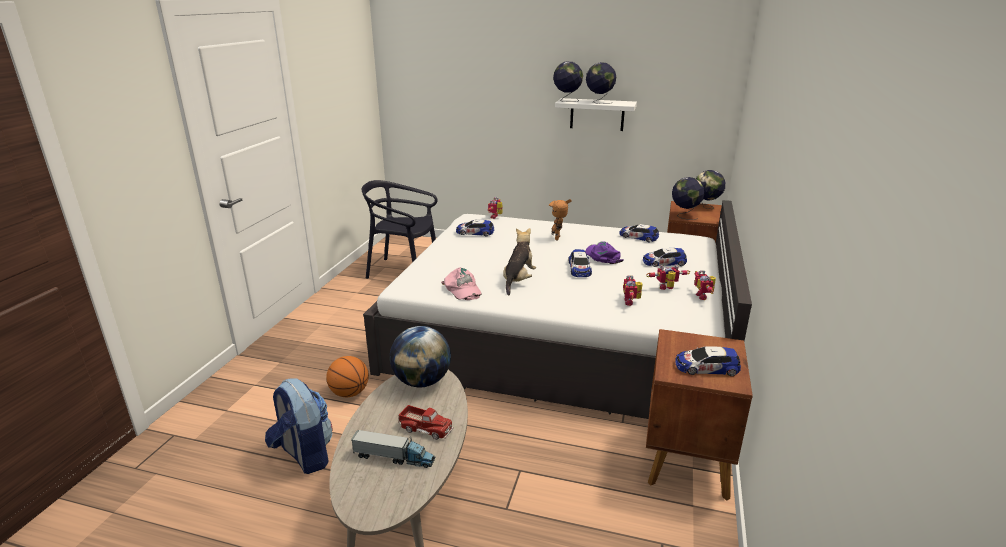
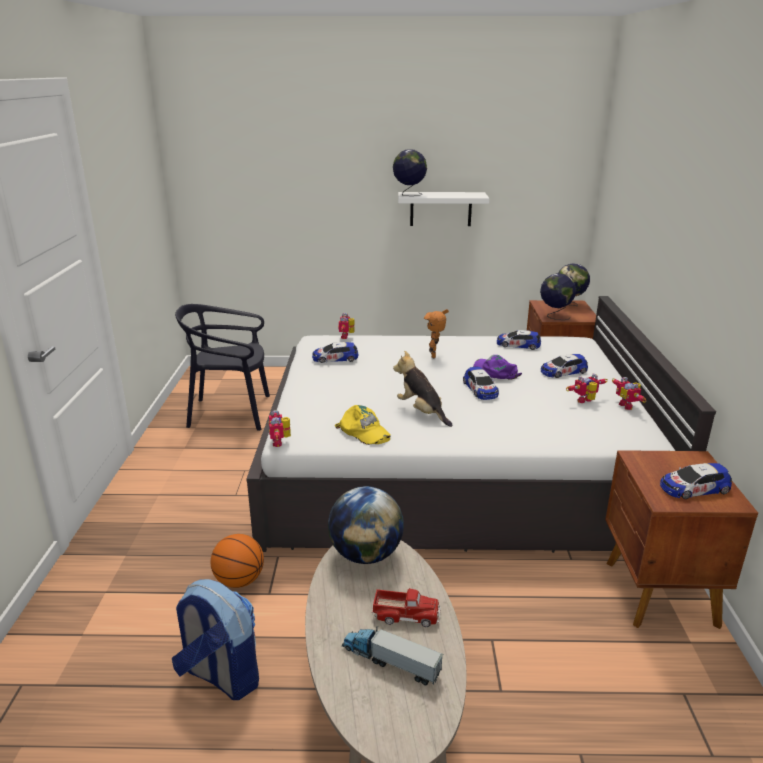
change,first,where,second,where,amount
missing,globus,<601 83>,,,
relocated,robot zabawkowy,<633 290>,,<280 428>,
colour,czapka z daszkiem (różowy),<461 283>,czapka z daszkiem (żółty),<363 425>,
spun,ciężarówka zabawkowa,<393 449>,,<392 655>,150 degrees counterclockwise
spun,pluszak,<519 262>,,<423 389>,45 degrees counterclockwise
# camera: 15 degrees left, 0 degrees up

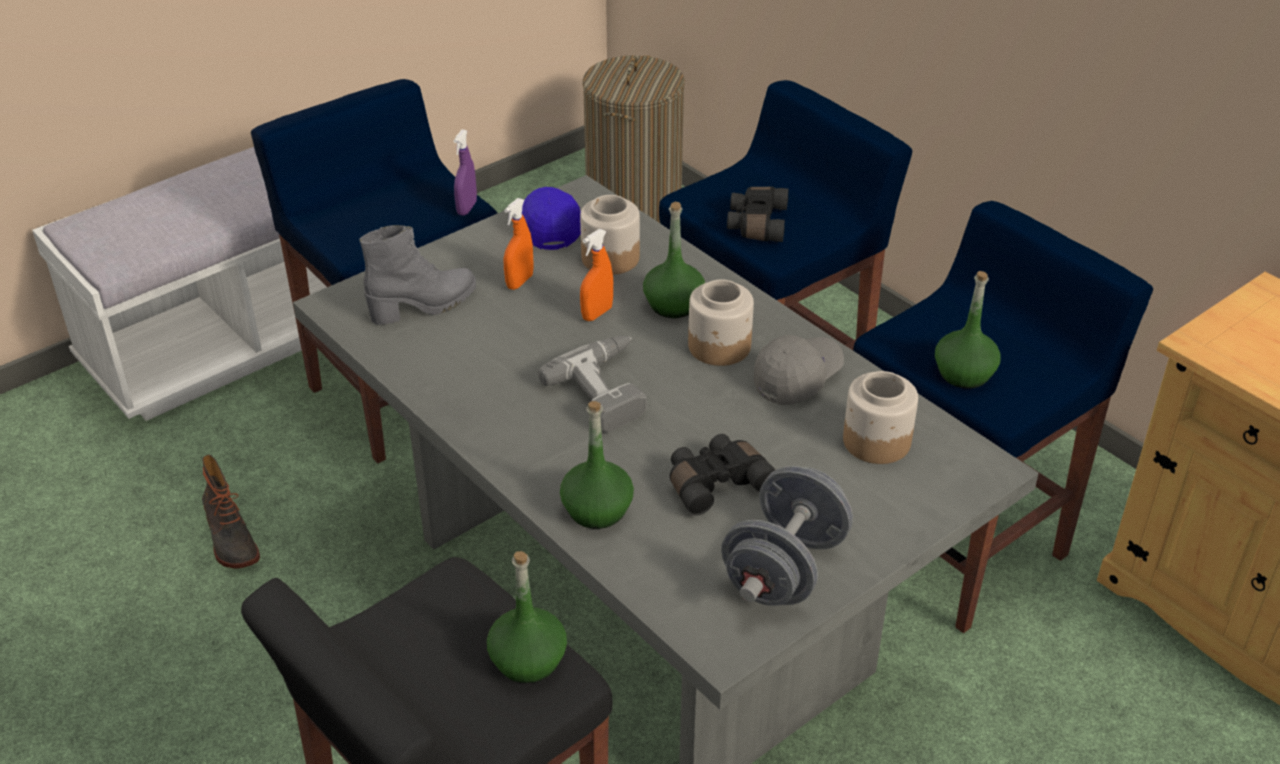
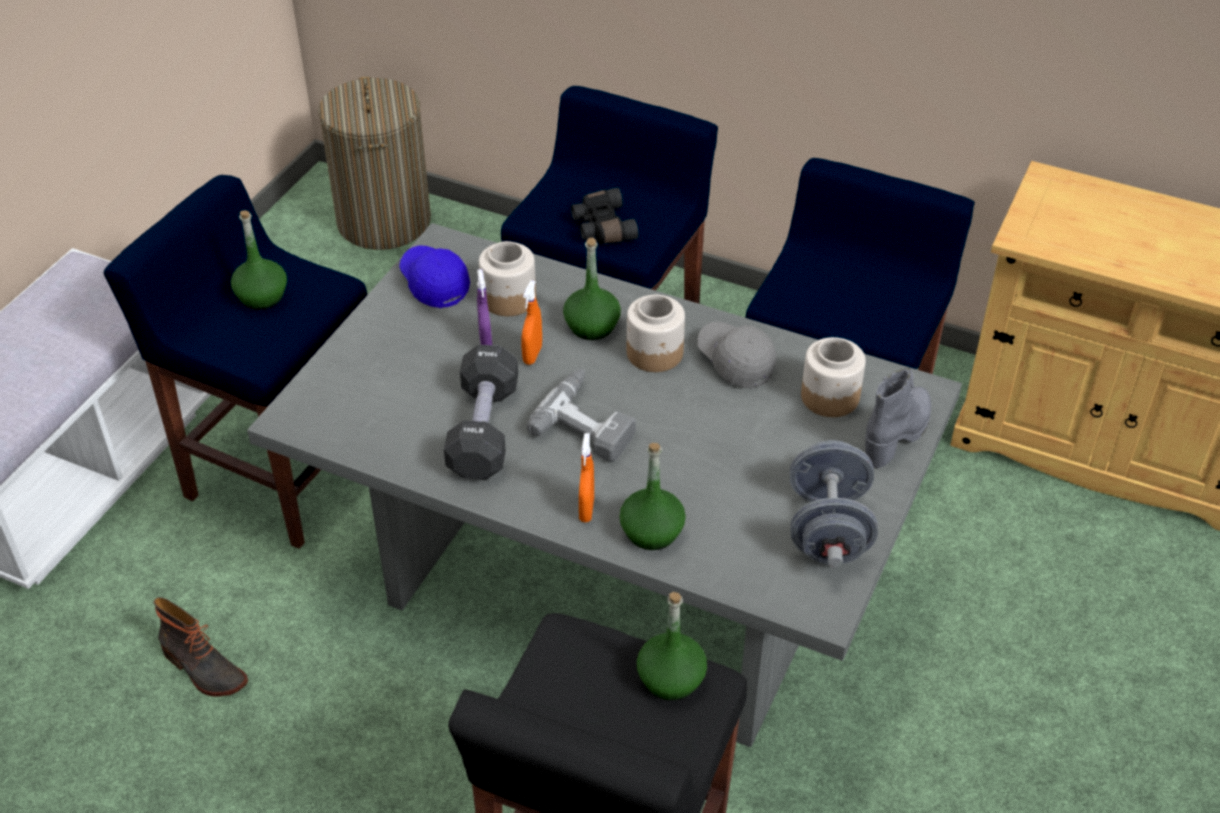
change,first,where,second,where,amount
missing,lornetka (czarny),<722 475>,,,
appeared,,,hantel (czarny),<481 412>,
relocated,but z cholewką (szary),<417 275>,,<898 418>,
relocated,spryskiwacz (fioletowy),<465 172>,,<484 307>,
relocated,spryskiwacz (pomarańczowy),<518 244>,,<586 477>,
relocated,butelka (zielony),<968 330>,,<259 259>,
spun,czapka z daszkiem (szary),<798 370>,,<736 355>,60 degrees counterclockwise
# camera: 25 degrees left, 5 degrees up

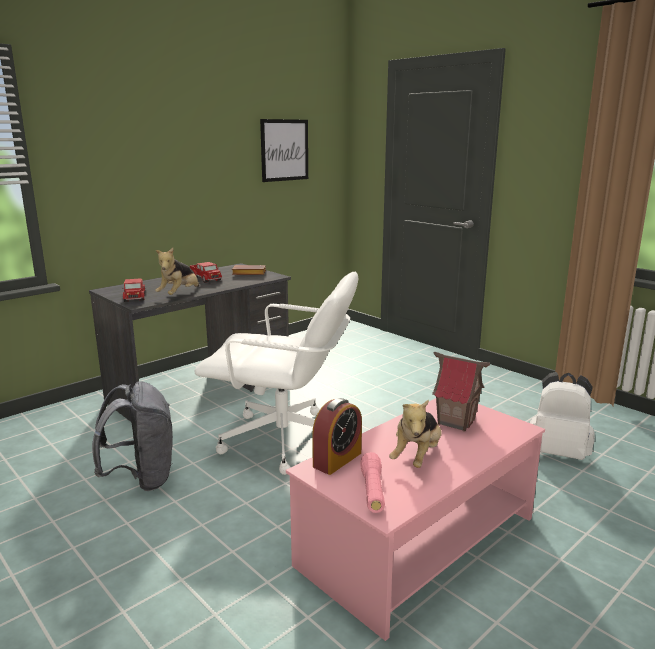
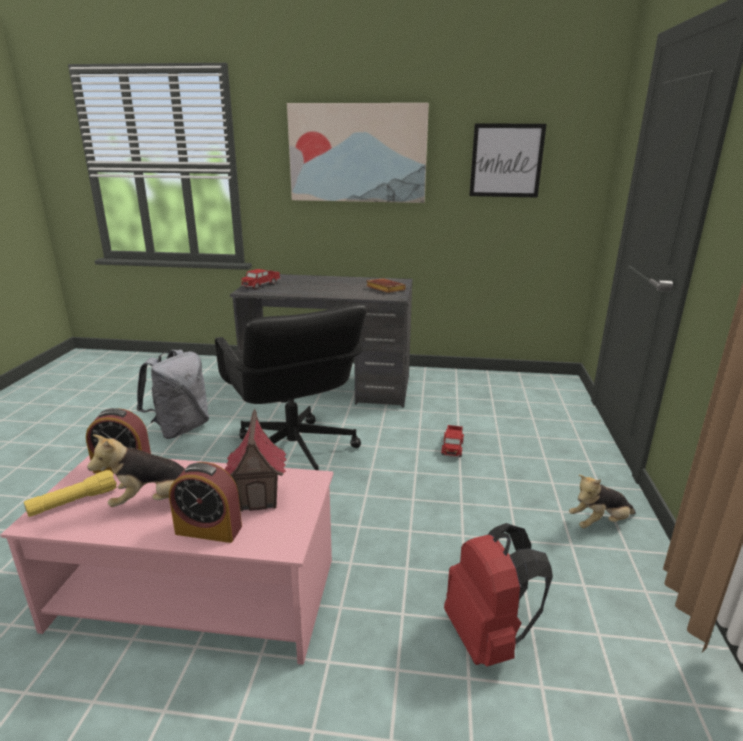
change,first,where,second,where,amount
appeared,,,budzik,<205 502>,
appeared,,,obraz,<358 153>,
relocated,pluszak,<177 271>,,<602 501>,
relocated,ciężarówka zabawkowa,<206 272>,,<452 441>,
colour,krzesło biurowe (biały),<276 373>,krzesło biurowe (czarny),<291 387>,
colour,latarka (różowy),<372 482>,latarka (żółty),<70 493>,
colour,plecak (biały),<562 416>,plecak (czerwony),<498 594>,
# camera: 50 degrees right, 5 degrees up

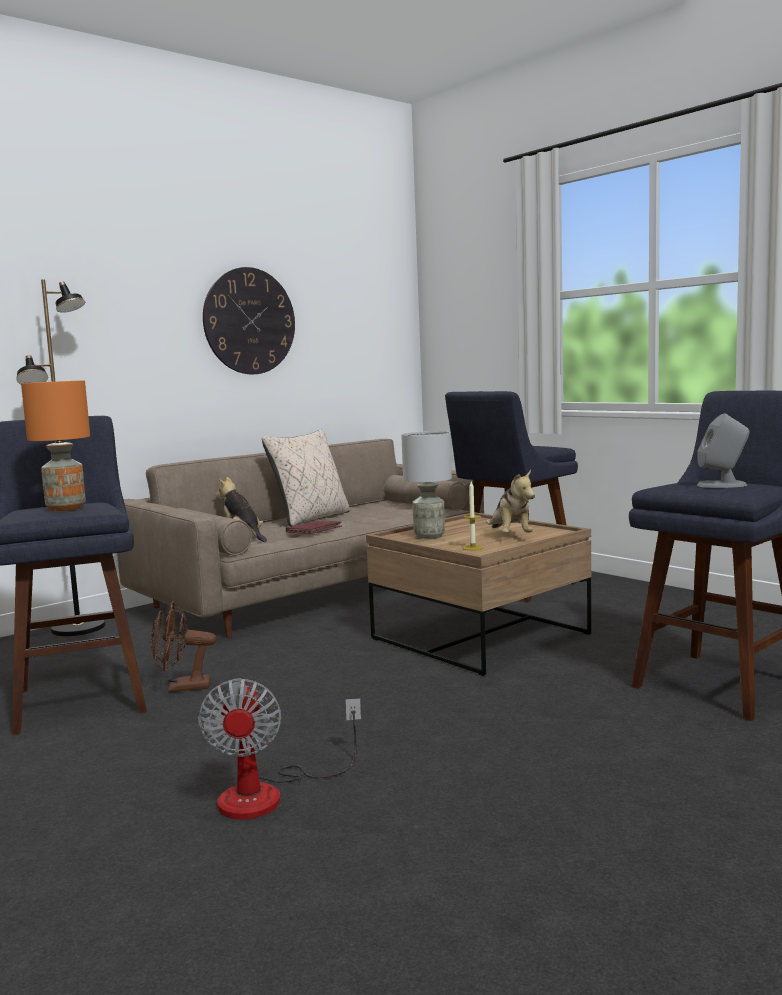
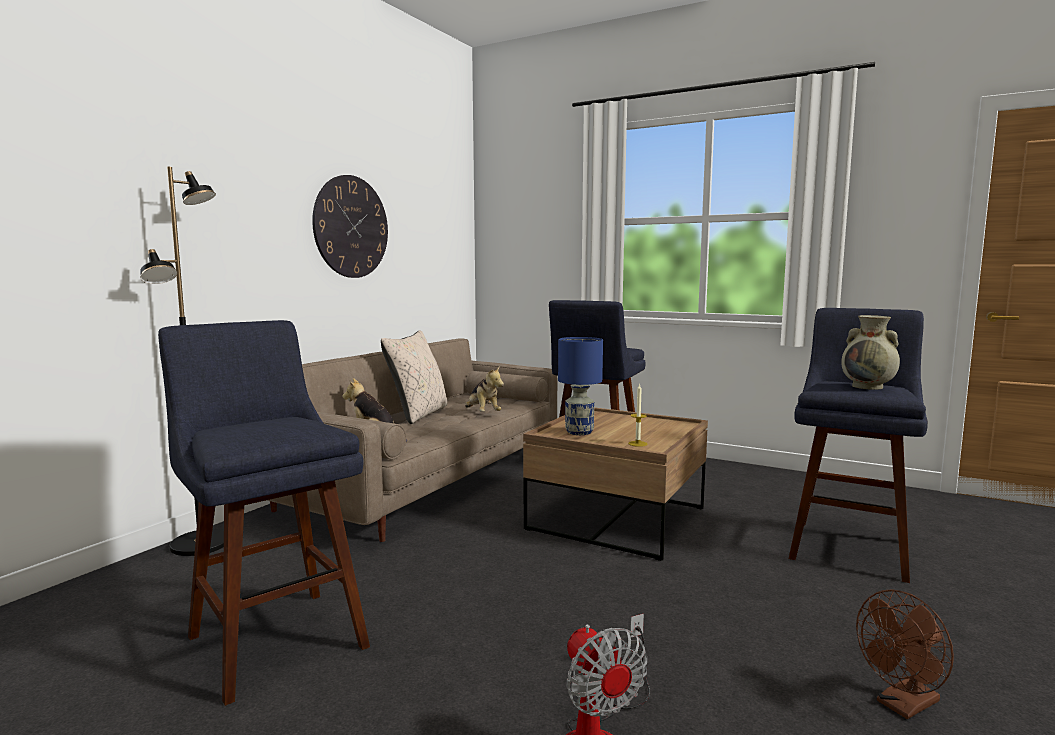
change,first,where,second,where,amount
missing,lampa stołowa (pomarańczowy),<55 445>,,,
missing,książka (czerwony),<314 527>,,,
relocated,wentylator (brązowy),<183 646>,,<905 654>,
relocated,pluszak,<510 501>,,<484 389>,
exchanged,głośnik (szary),<723 451>,wazon (beżowy),<870 352>,
colour,lampa stołowa (szary),<426 485>,lampa stołowa (niebieski),<580 386>,
# camera: 20 degrees left, 0 degrees up

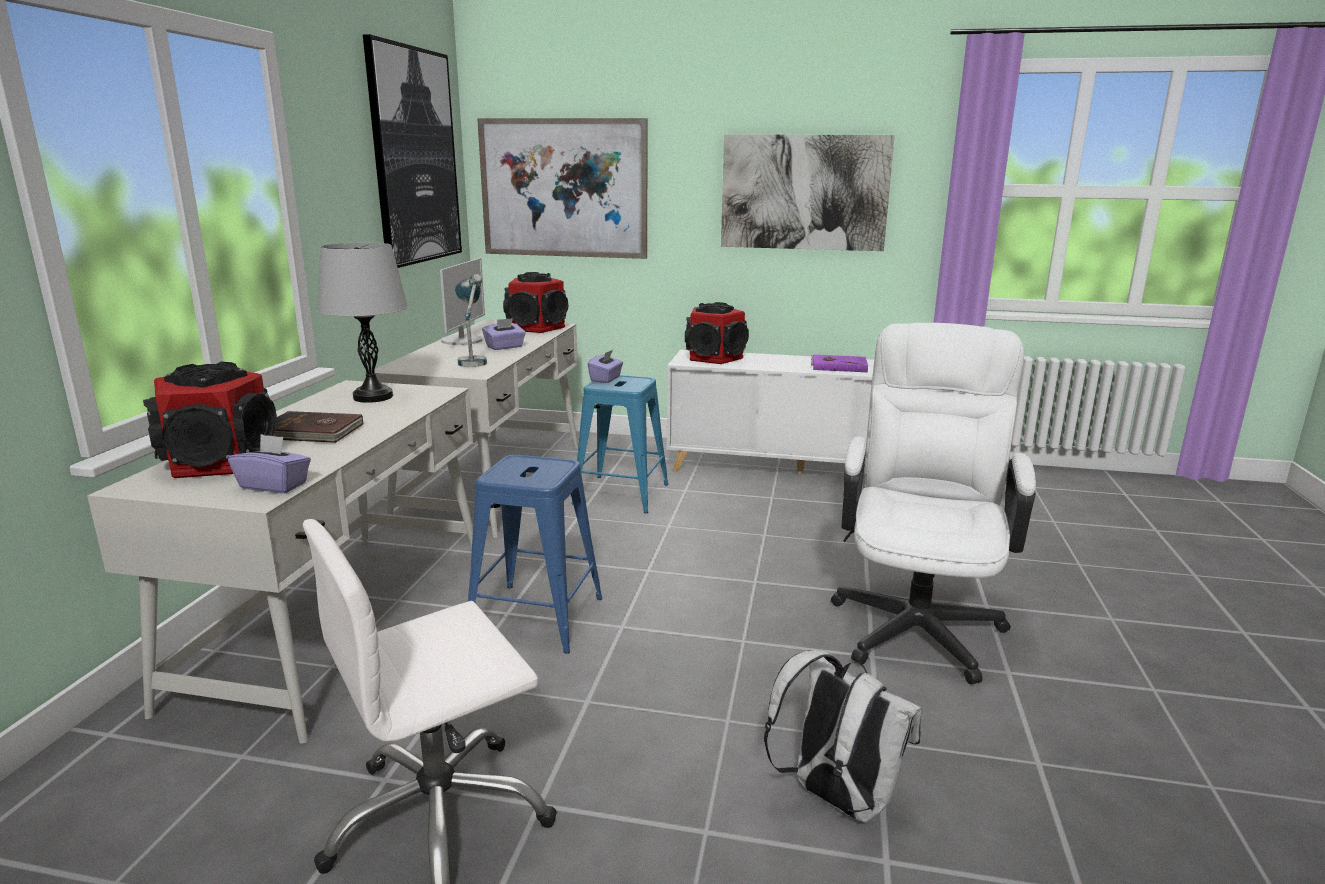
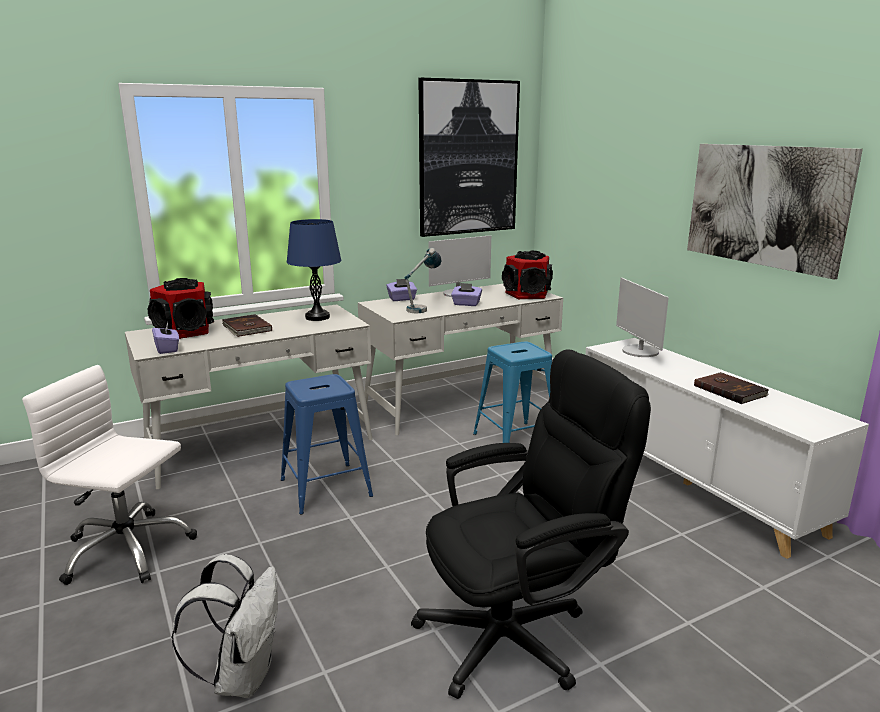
change,first,where,second,where,amount
missing,obraz,<562 188>,,,
relocated,pudełko chusteczek (fioletowy),<605 366>,,<401 290>,
exchanged,głośnik,<717 333>,monitor,<642 317>,
colour,lampa stołowa (szary),<362 322>,lampa stołowa (niebieski),<314 270>,
colour,książka (fioletowy),<839 363>,książka (brązowy),<731 388>,
colour,krzesło biurowe (biały),<933 503>,krzesło biurowe (czarny),<531 524>,
# camera: 50 degrees right, 0 degrees up

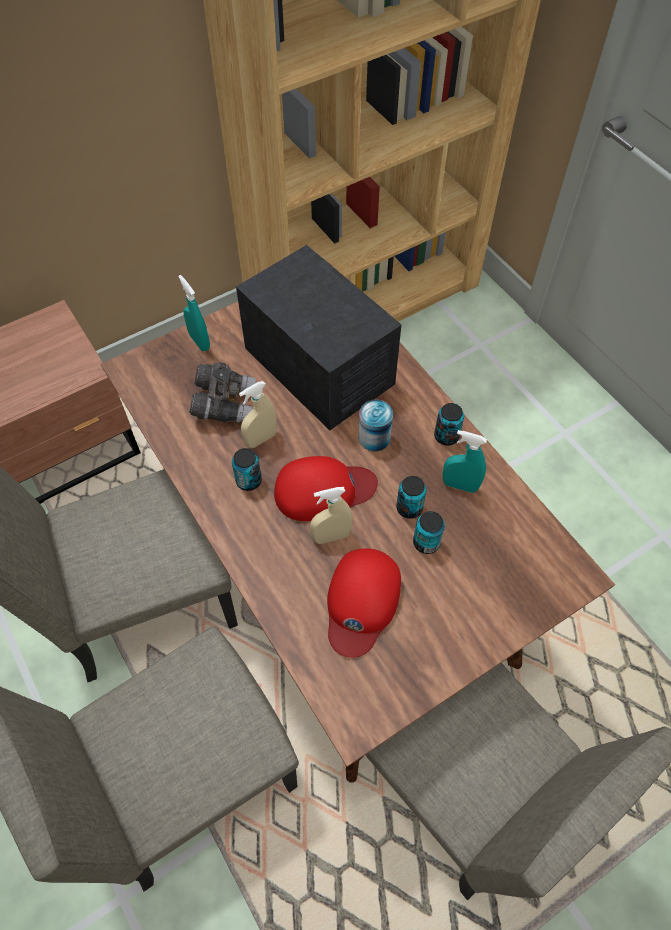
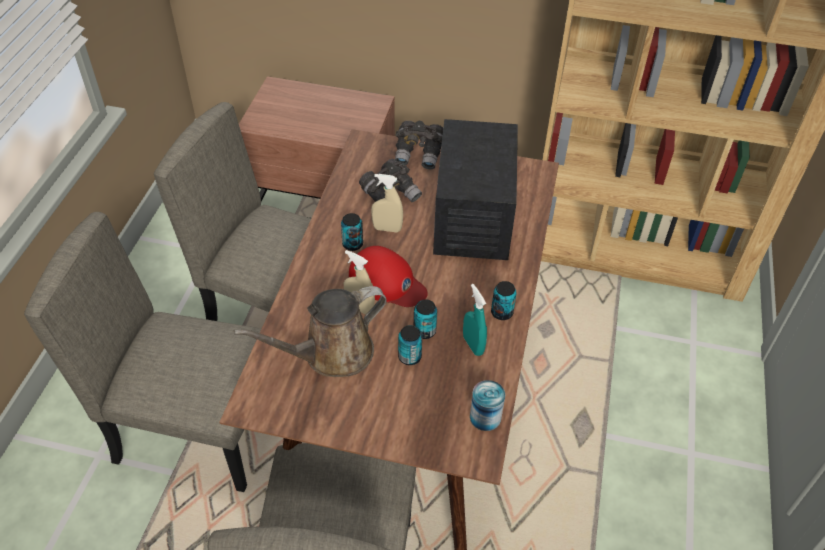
change,first,where,second,where,amount
relocated,puszka,<375 425>,,<487 405>,
exchanged,spryskiwacz (turkusowy),<194 313>,lornetka (szary),<419 145>,
exchanged,czapka z daszkiem (czerwony),<364 603>,konewka (brązowy),<310 331>,
# camera: 45 degrees right, 10 degrees down

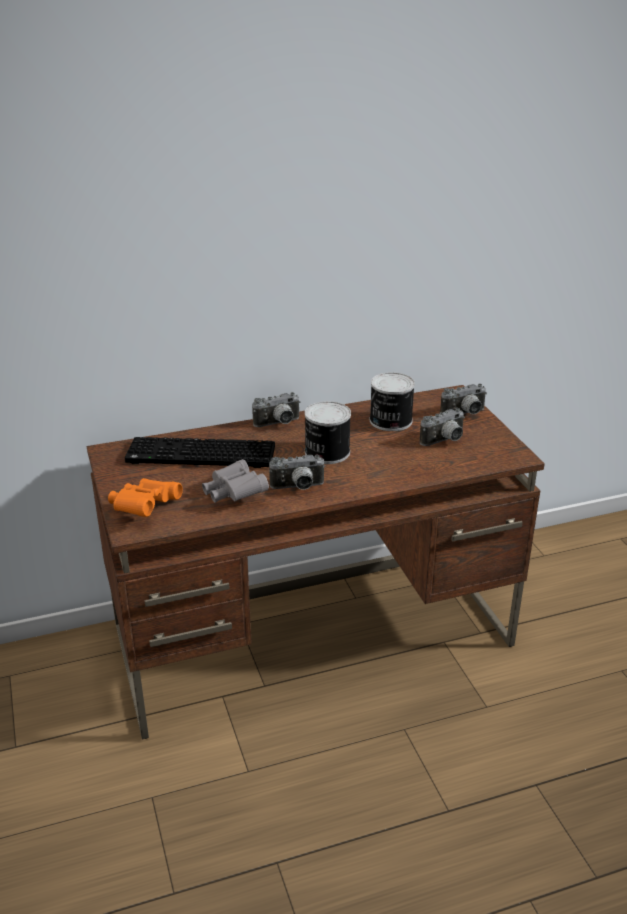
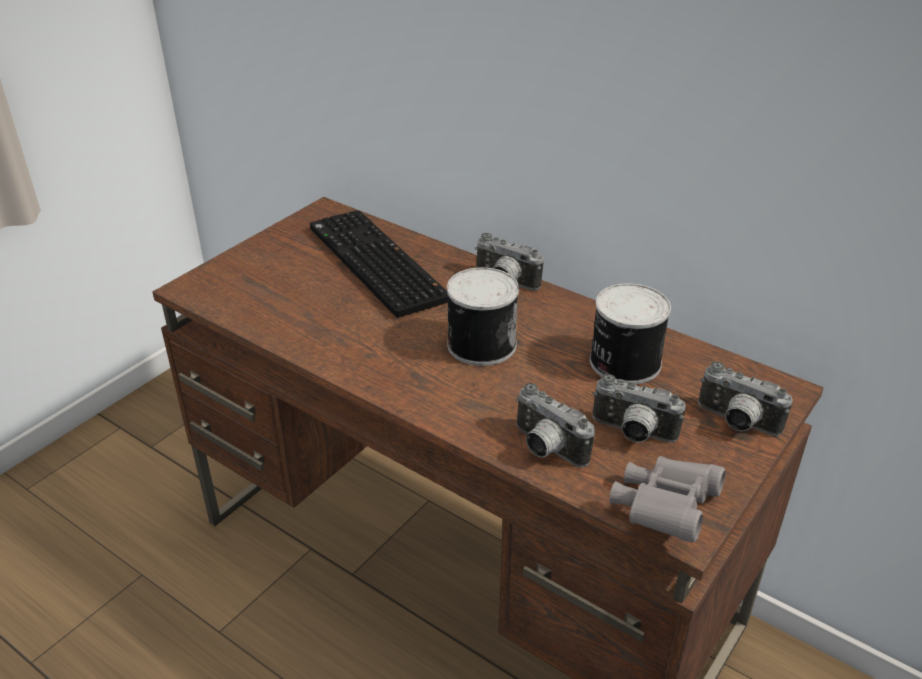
change,first,where,second,where,amount
missing,lornetka (pomarańczowy),<145 497>,,,
relocated,lornetka (szary),<235 481>,,<667 499>,
relocated,aparat fotograficzny,<297 472>,,<555 425>,
# camera: 55 degrees right, 5 degrees up

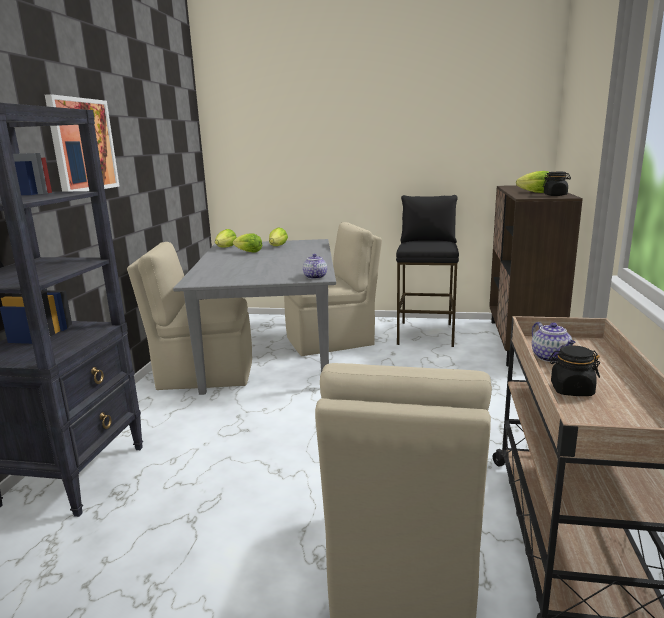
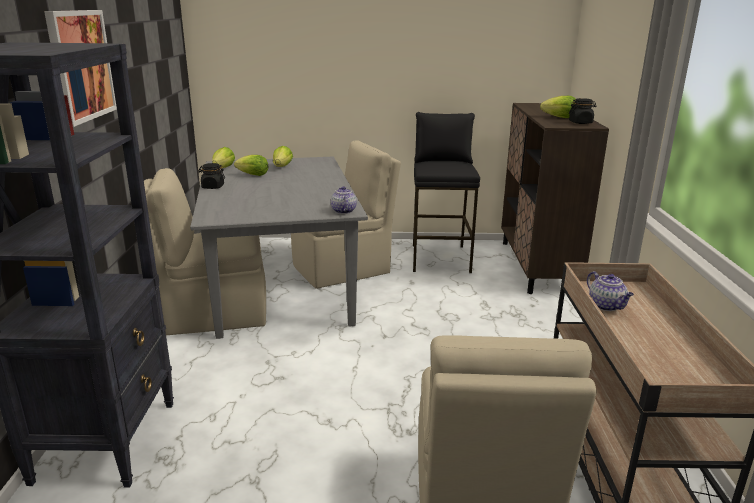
change,first,where,second,where,amount
relocated,słoik (czarny),<574 370>,,<211 176>,
# camera: 10 degrees left, 5 degrees up

